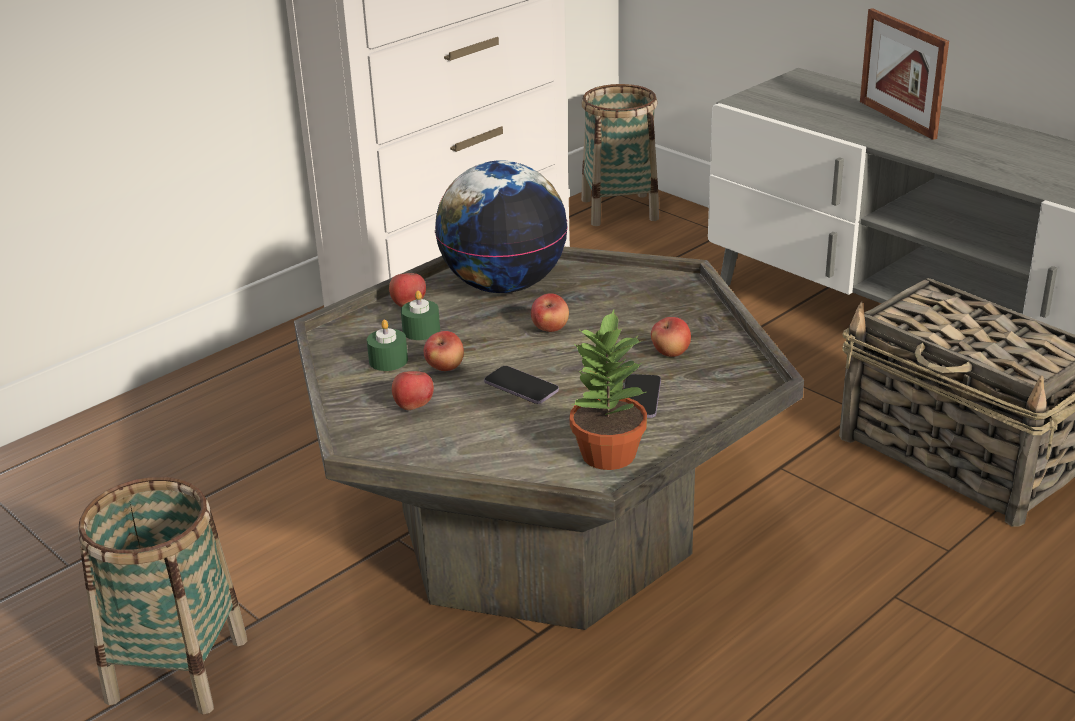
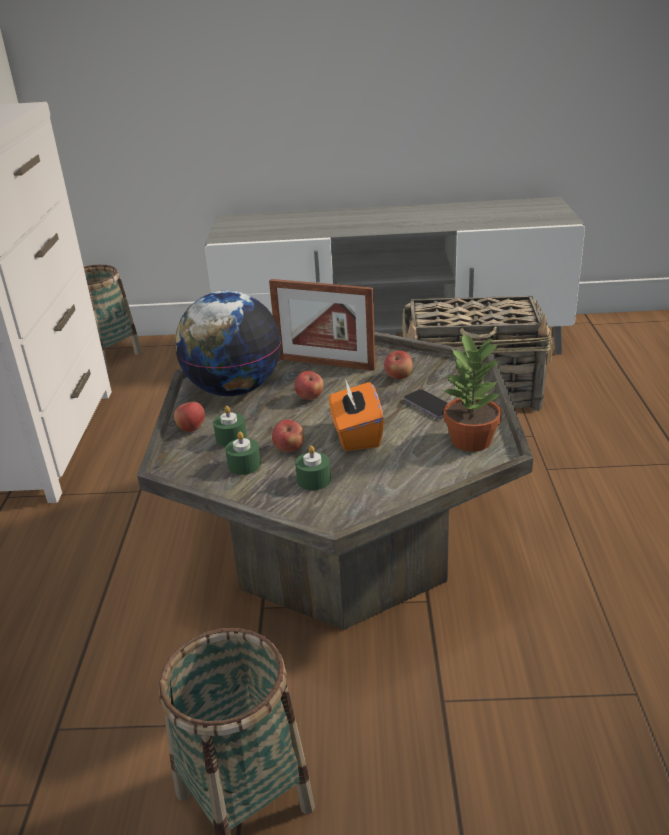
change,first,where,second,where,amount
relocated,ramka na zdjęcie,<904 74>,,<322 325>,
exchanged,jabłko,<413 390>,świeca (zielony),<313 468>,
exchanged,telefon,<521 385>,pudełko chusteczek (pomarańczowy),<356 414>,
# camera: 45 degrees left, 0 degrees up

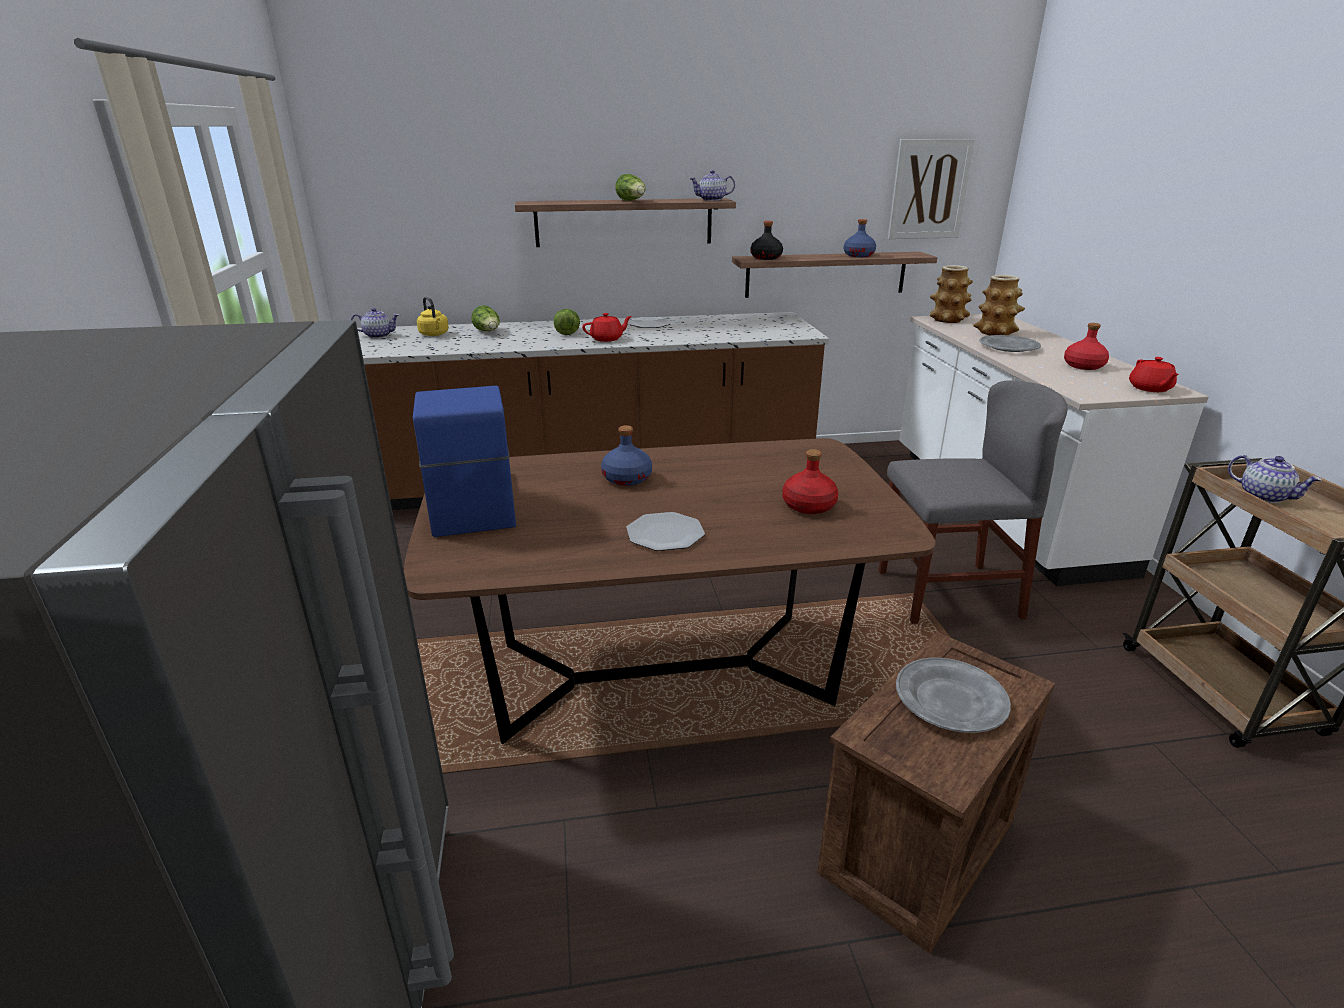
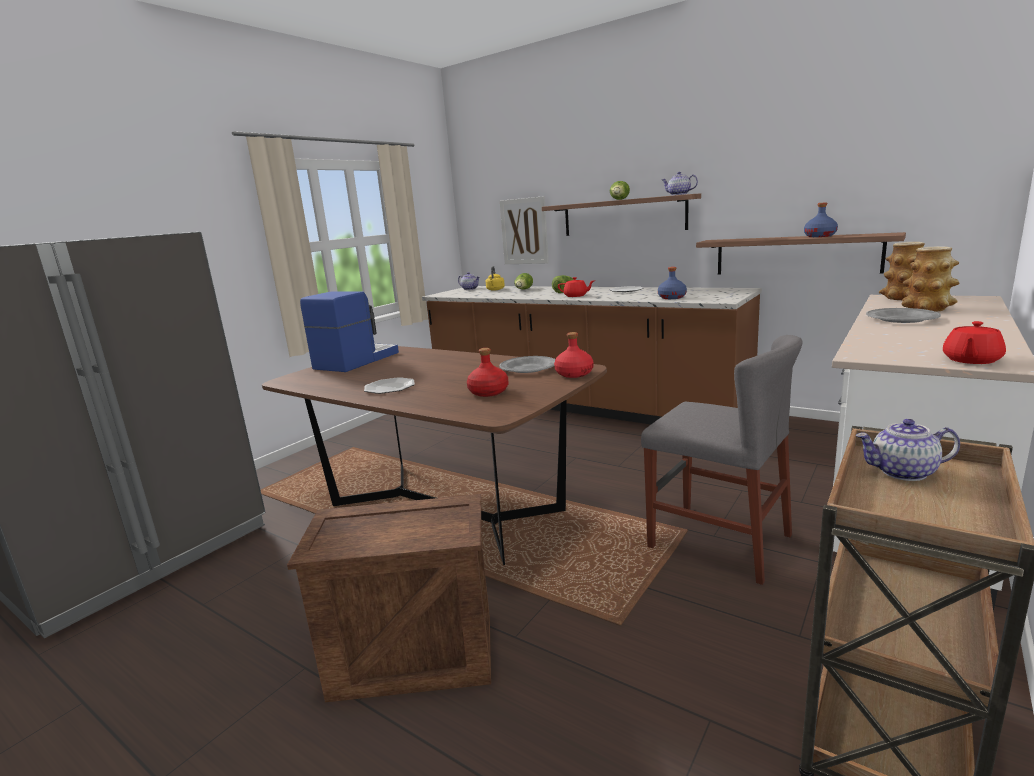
change,first,where,second,where,amount
missing,butelka (czarny),<767 240>,,,
relocated,butelka (niebieski),<626 455>,,<672 283>,
relocated,obraz,<931 189>,,<524 230>,
relocated,talerz (szary),<953 695>,,<527 364>,
relocated,butelka (czerwony),<1086 346>,,<574 355>,
spun,imbryk,<1275 479>,,<908 450>,90 degrees clockwise
# camera: 45 degrees right, 10 degrees down

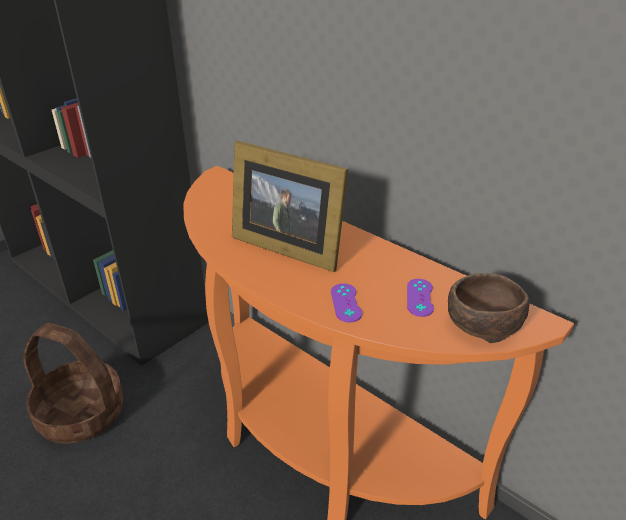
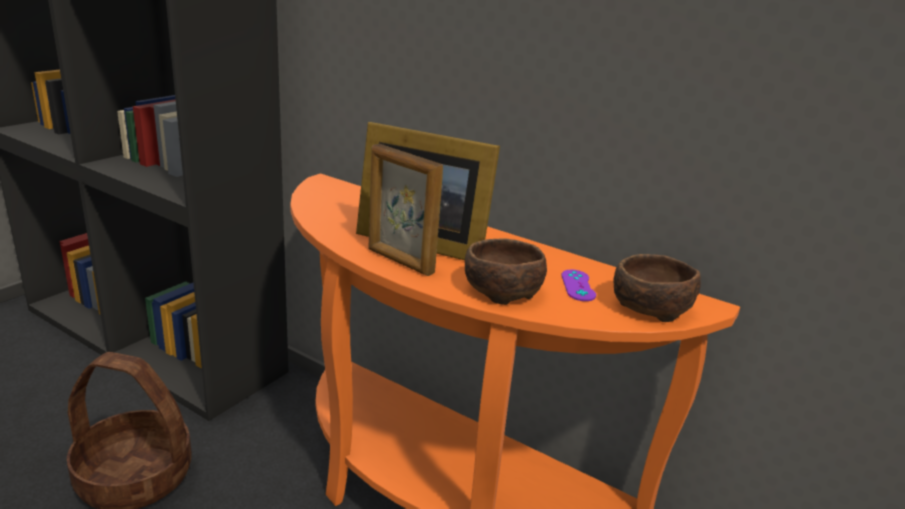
change,first,where,second,where,amount
appeared,,,ramka na zdjęcie,<405 210>,
exchanged,pad do gier (fioletowy),<346 302>,miska (brązowy),<506 272>,
# camera: 10 degrees left, 10 degrees down

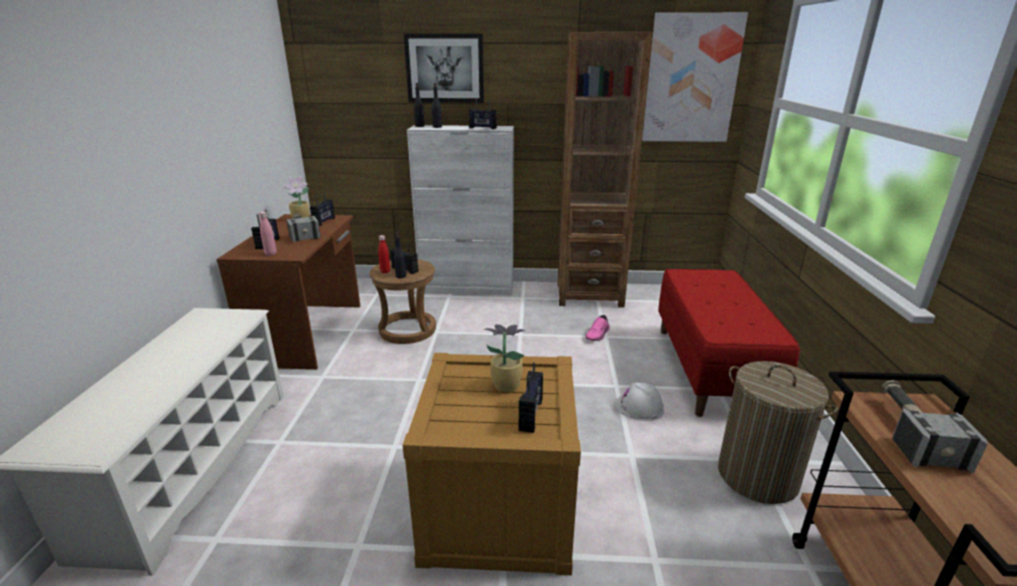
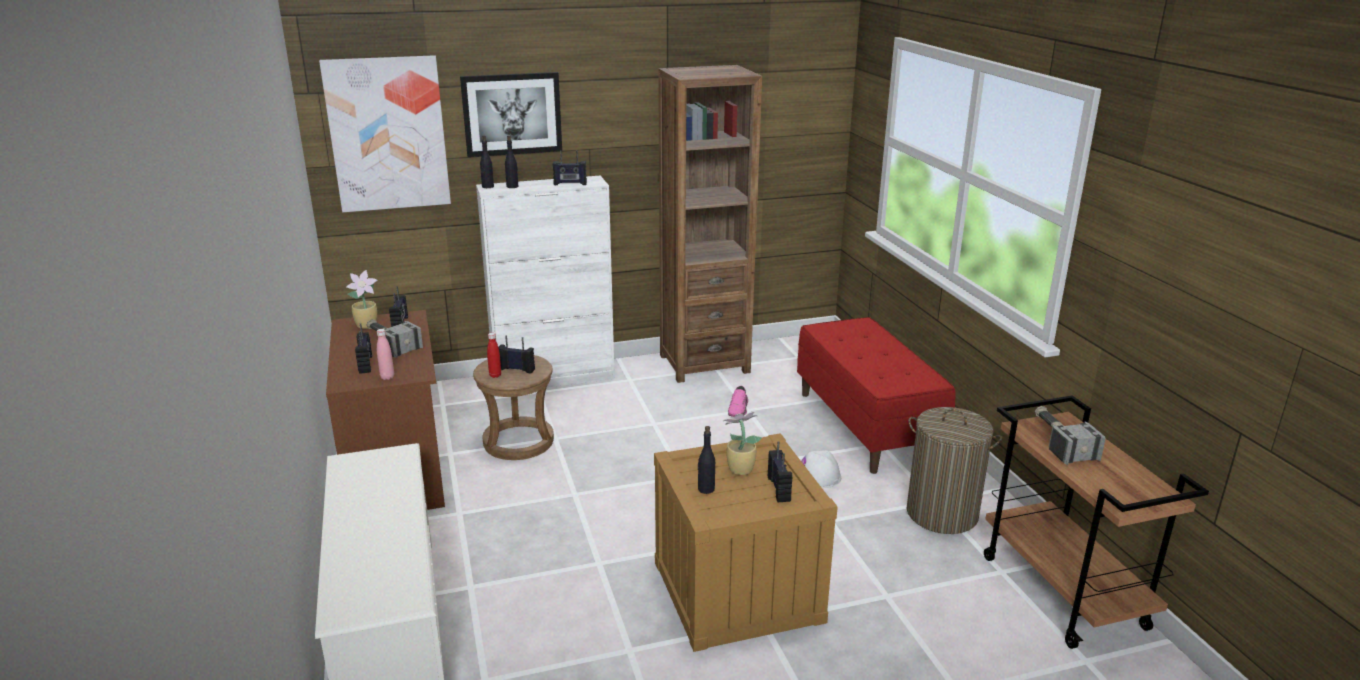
change,first,where,second,where,amount
relocated,butelka (czarny),<400 255>,,<706 460>,
relocated,obraz,<695 77>,,<385 133>,
# camera: 20 degrees left, 0 degrees up

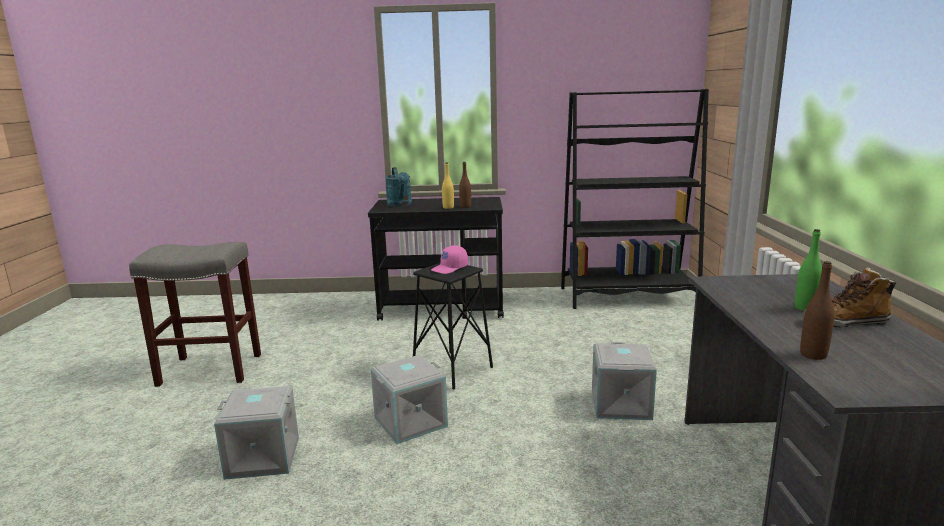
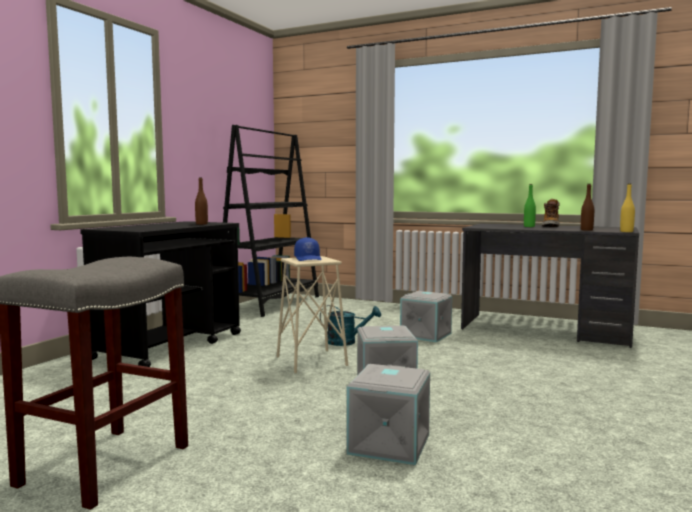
change,first,where,second,where,amount
relocated,konewka (turkusowy),<398 186>,,<350 325>,
relocated,butelka (żółty),<448 186>,,<627 208>,
colour,stołek (czarny),<453 326>,stołek (beżowy),<312 314>,
colour,czapka z daszkiem (różowy),<449 259>,czapka z daszkiem (niebieski),<307 249>,
# camera: 65 degrees left, 10 degrees down

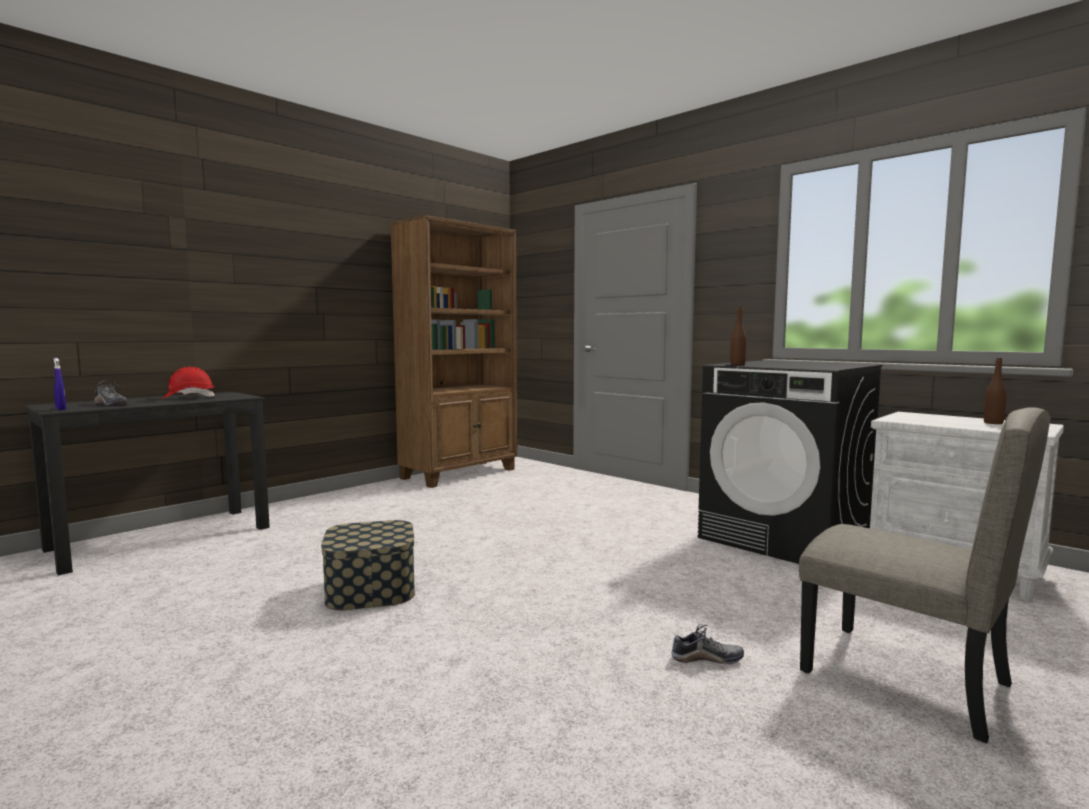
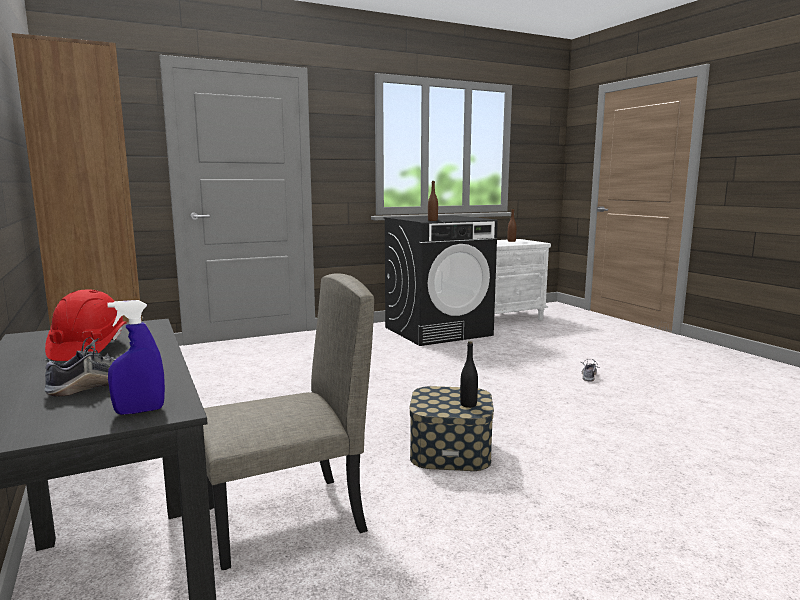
change,first,where,second,where,amount
appeared,,,butelka (czarny),<469 374>,
relocated,krzesło (beżowy),<924 575>,,<288 421>,
# camera: 70 degrees left, 5 degrees up

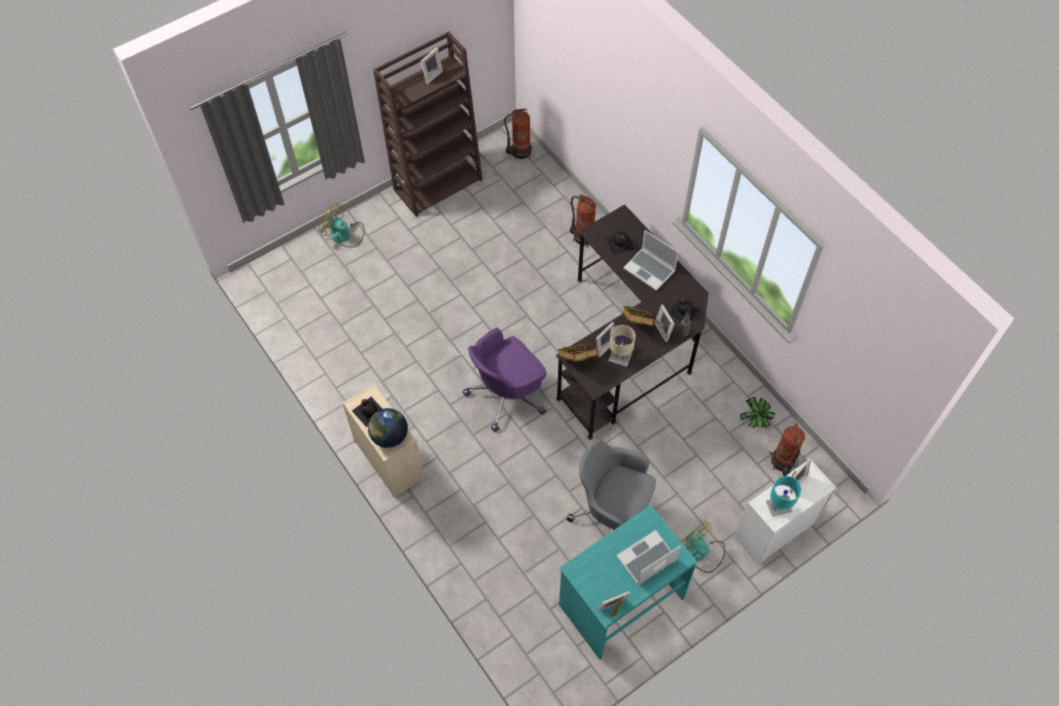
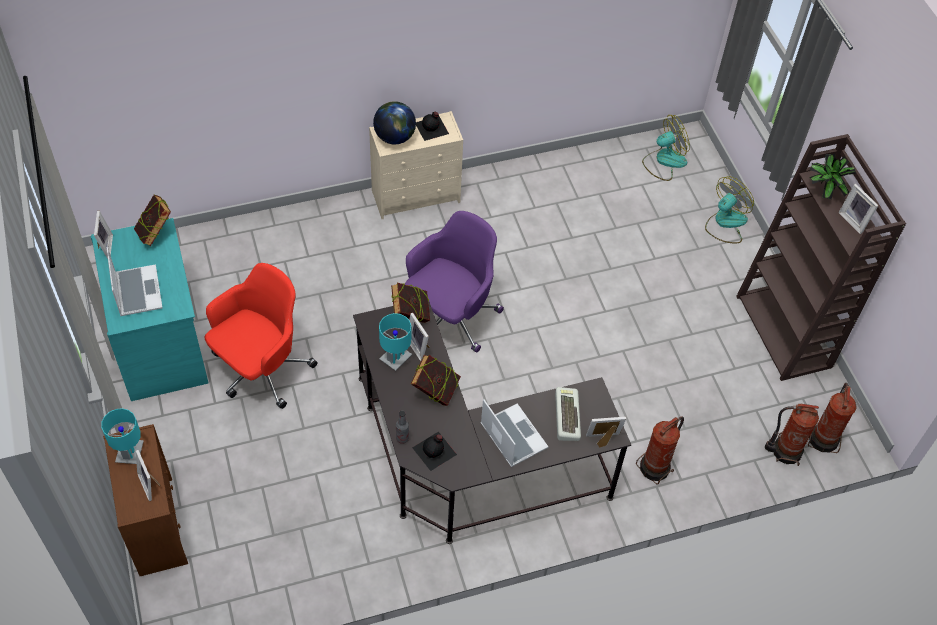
change,first,where,second,where,amount
appeared,,,książka,<152 220>,
relocated,ramka na zdjęcie,<664 323>,,<606 432>,
relocated,wentylator,<703 547>,,<666 148>,
relocated,roślina doniczkowa,<757 413>,,<832 176>,
relocated,gaśnica,<787 449>,,<792 435>,
exchanged,butelka (czarny),<620 243>,klawiatura,<568 414>,
colour,krzesło biurowe (szary),<611 486>,krzesło biurowe (czerwony),<261 336>,
colour,lampa stołowa (beżowy),<622 346>,lampa stołowa (turkusowy),<395 342>,
colour,komoda (biały),<785 513>,komoda (brązowy),<145 500>,
spun,krzesło biurowe (fioletowy),<504 380>,,<454 282>,60 degrees clockwise
spun,laptop,<651 260>,,<514 433>,90 degrees clockwise
# camera: 105 degrees right, 5 degrees down

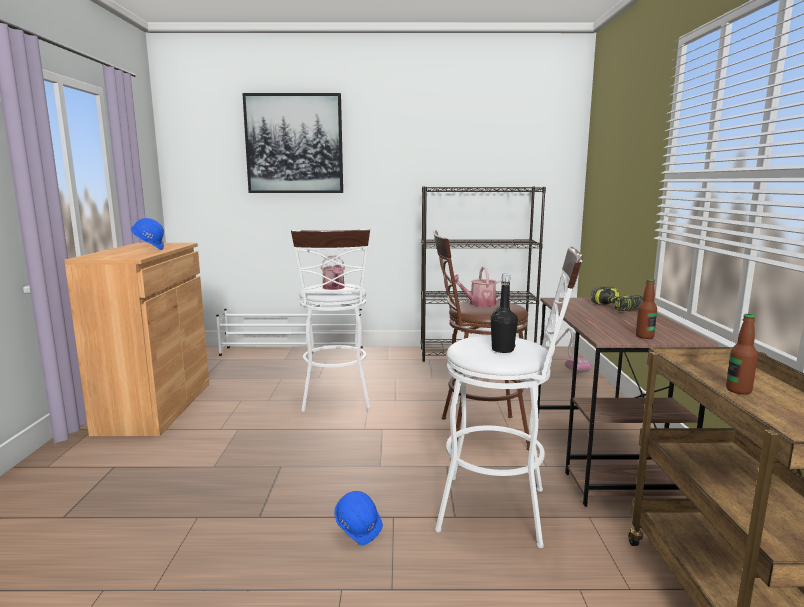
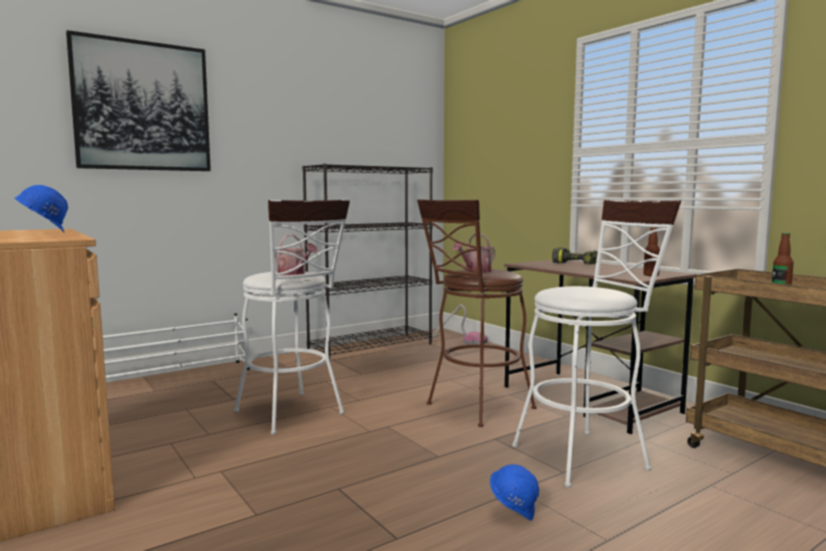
change,first,where,second,where,amount
missing,butelka (czarny),<504 313>,,,
# camera: 35 degrees left, 5 degrees down

